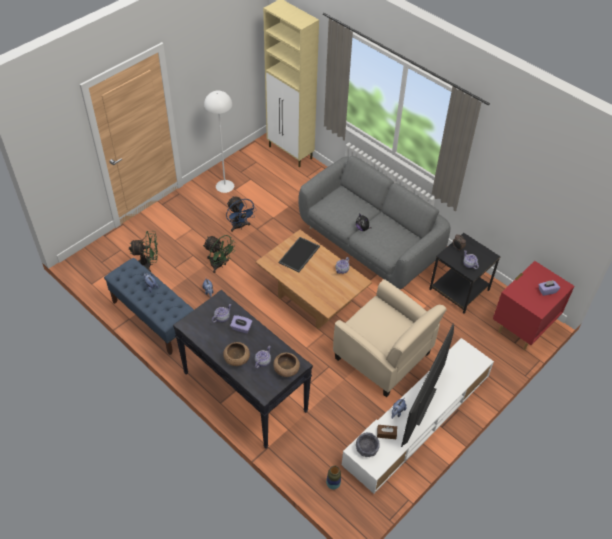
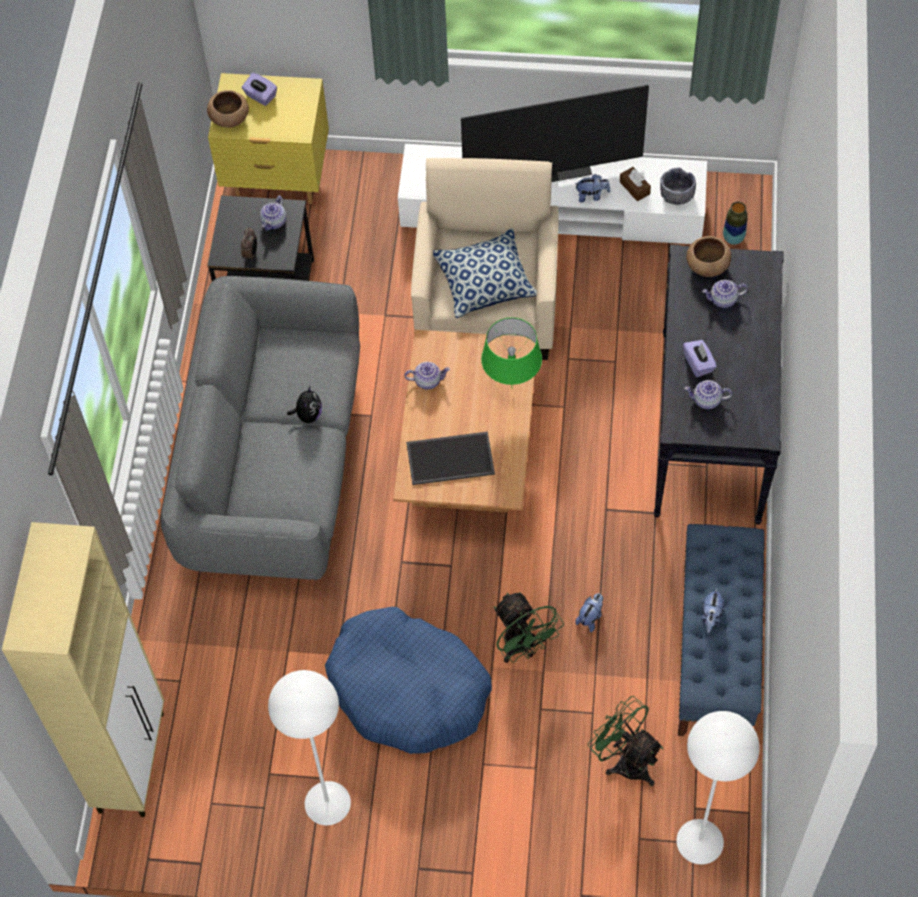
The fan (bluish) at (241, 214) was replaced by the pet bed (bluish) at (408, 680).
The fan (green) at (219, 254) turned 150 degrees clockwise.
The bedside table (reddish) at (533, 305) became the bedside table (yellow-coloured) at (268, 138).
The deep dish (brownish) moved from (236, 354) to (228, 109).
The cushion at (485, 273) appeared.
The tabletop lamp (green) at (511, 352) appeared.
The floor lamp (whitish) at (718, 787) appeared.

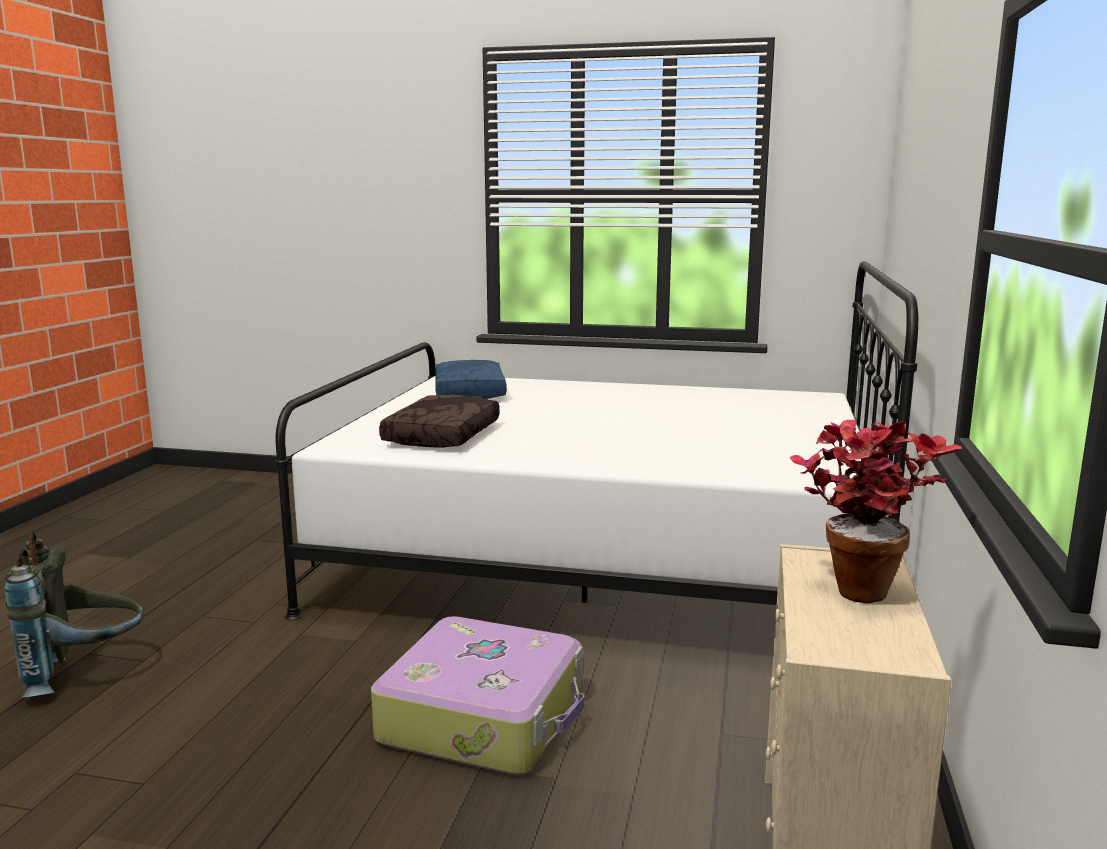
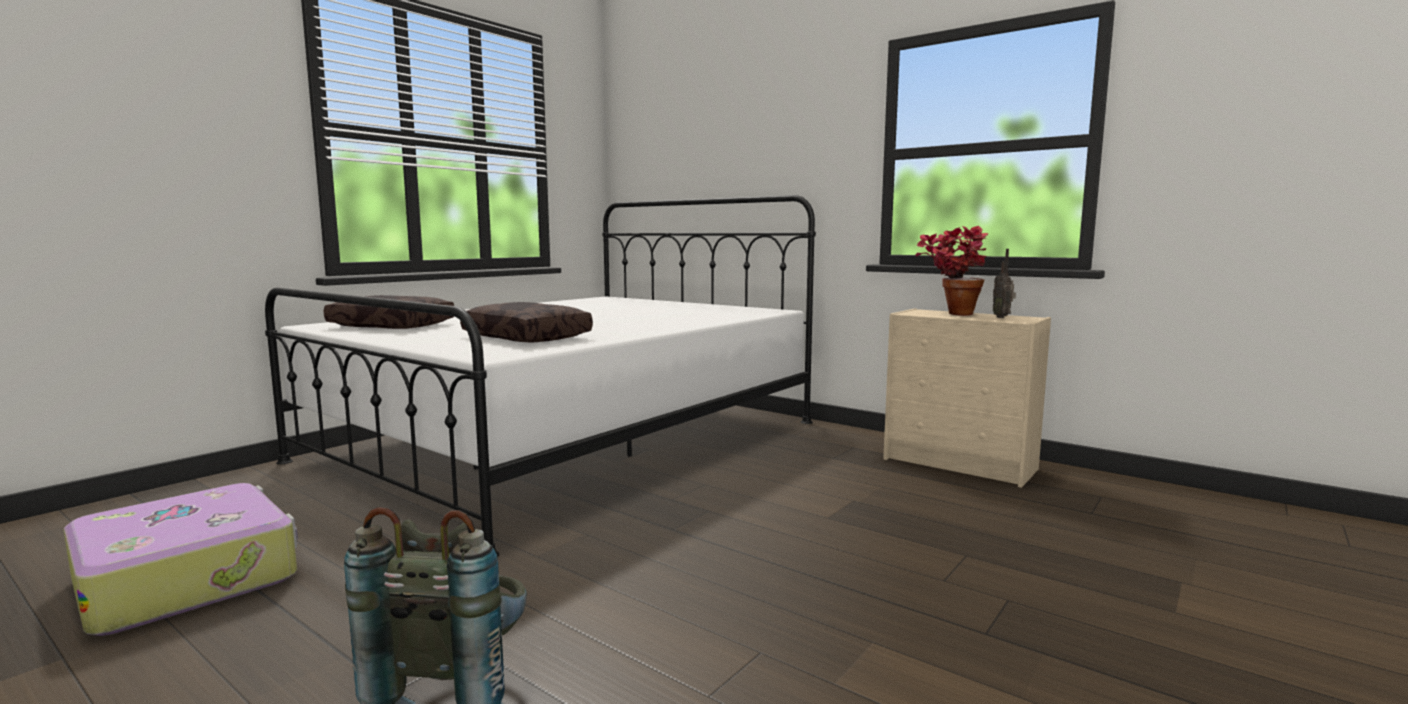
The cushion (bluish) at (471, 379) became the cushion (brownish) at (389, 312).
The suitcase moved from (478, 695) to (181, 559).
The radio at (1004, 283) appeared.

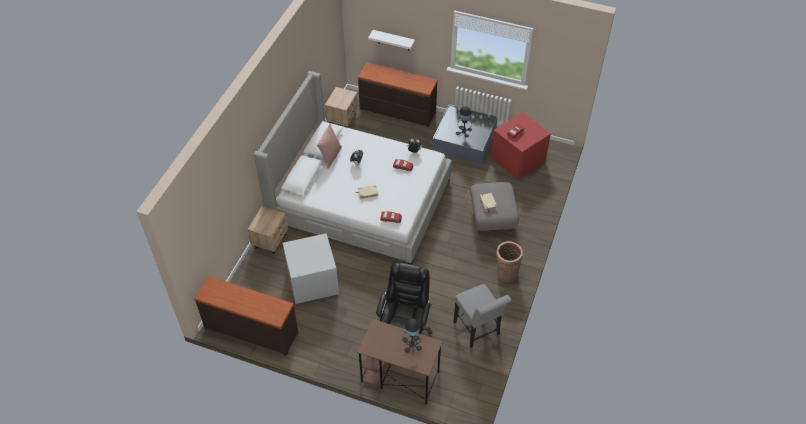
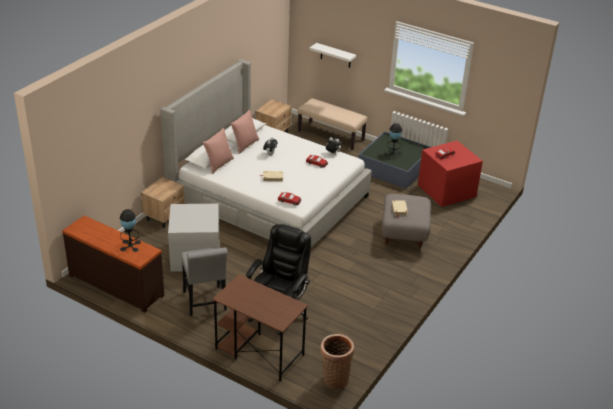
The dresser (brownish) at (398, 95) was replaced by the long seat (beige-coloured) at (332, 124).
The household basket moved from (509, 261) to (337, 361).
The chair (greyish) moved from (482, 316) to (204, 281).
The tabletop lamp (black) moved from (412, 336) to (130, 230).
The cushion (pink) at (218, 151) appeared.

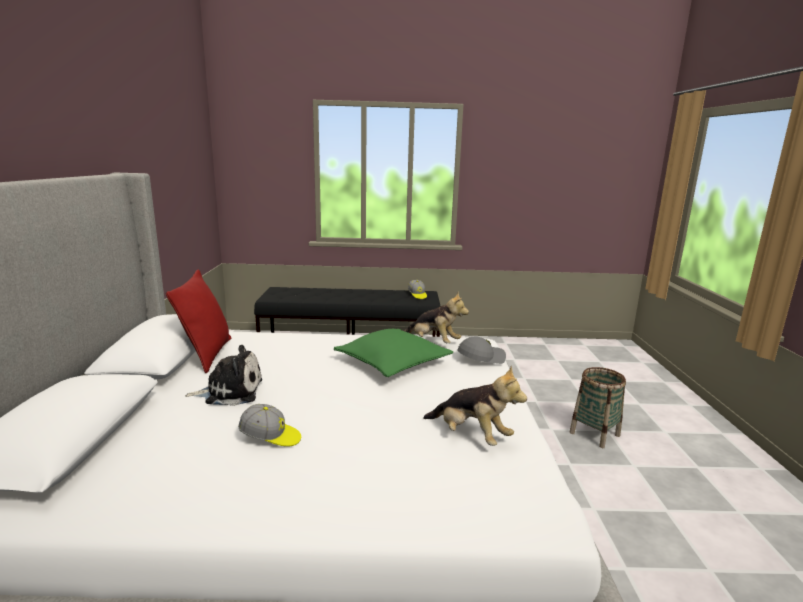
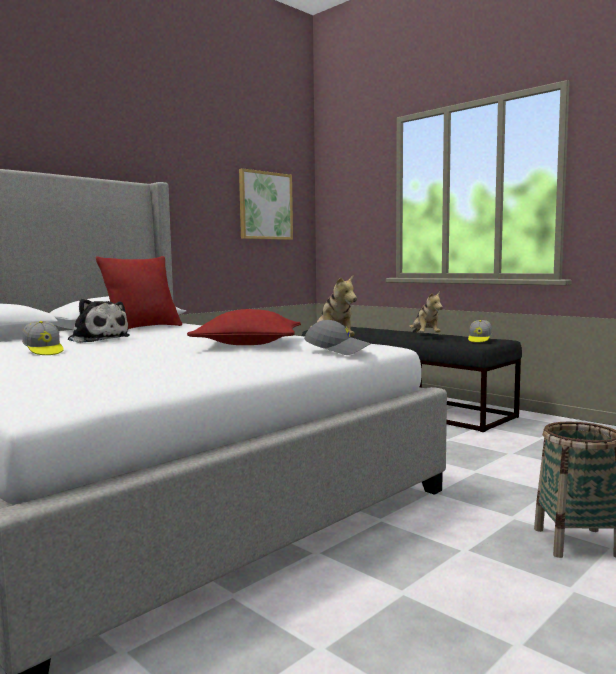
The cushion (green) at (393, 353) became the cushion (reddish) at (244, 327).
The cuddly toy moved from (475, 406) to (426, 312).
The wall picture at (266, 204) appeared.

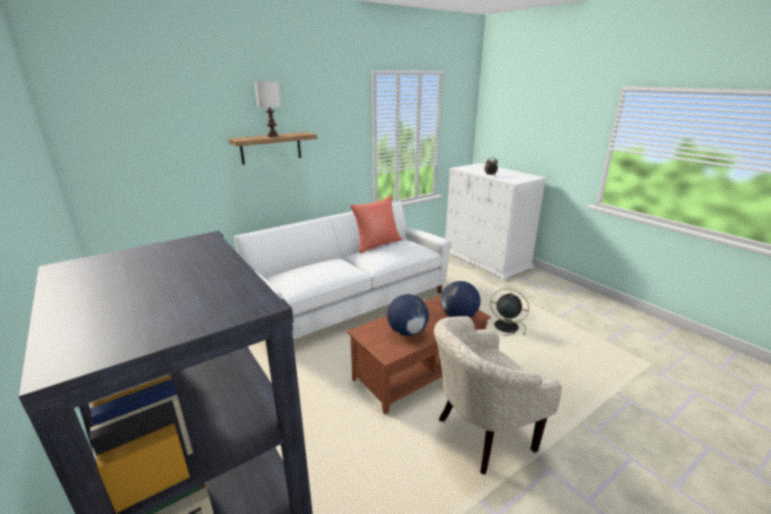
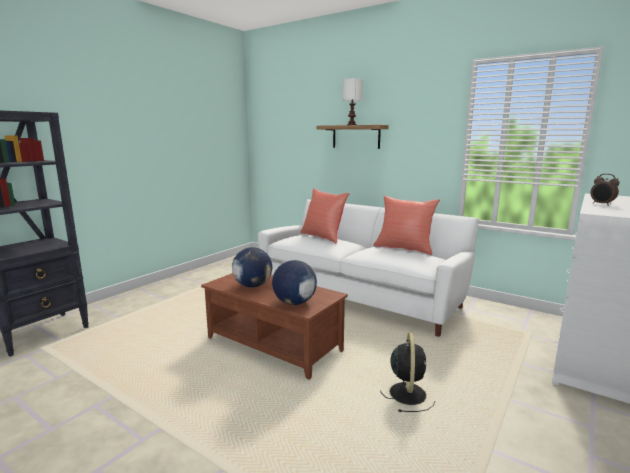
The easy chair (beige-coloured) at (498, 395) disappeared.
The cushion (reddish) at (325, 215) appeared.

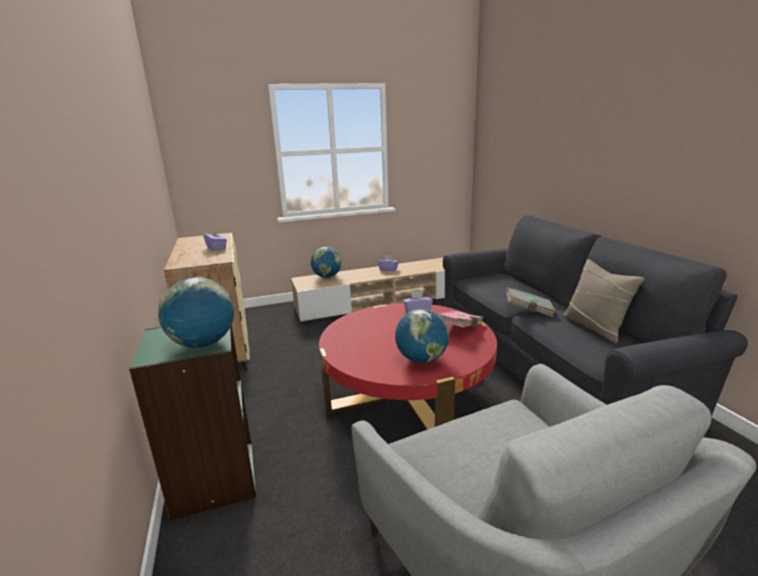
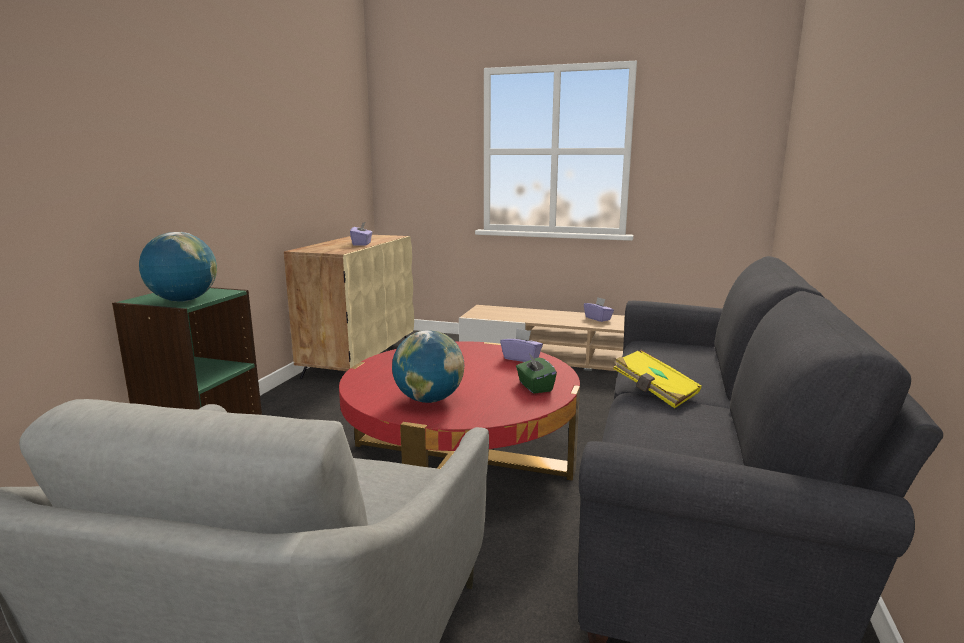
The globe at (326, 262) disappeared.
The cushion (beige-coloured) at (604, 301) disappeared.
The volume (greyish) at (531, 302) became the volume (yellow-coloured) at (657, 379).
The volume (pink) at (460, 319) was replaced by the tissue holder (green) at (536, 374).

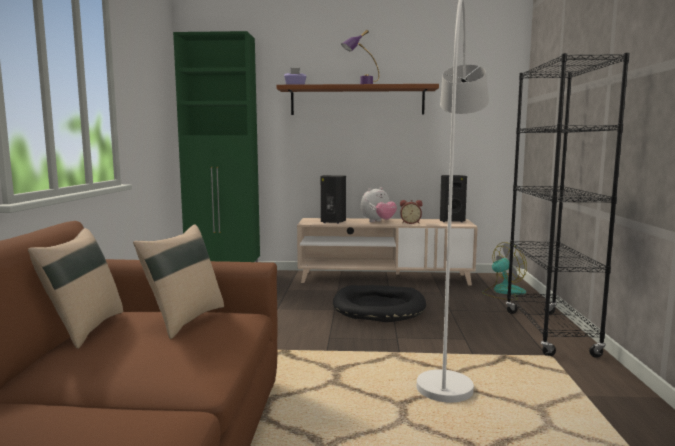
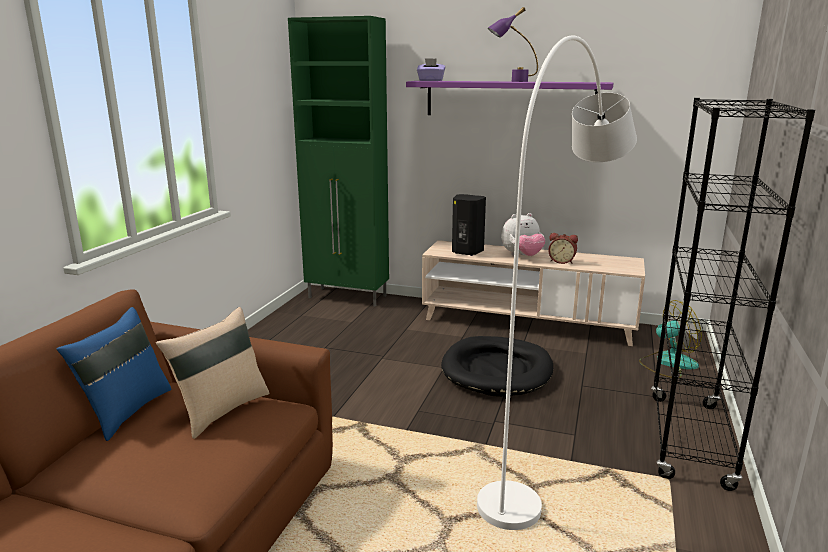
The wall shelf (brownish) at (358, 99) became the wall shelf (purple-coloured) at (509, 98).
The speaker (black) at (453, 198) disappeared.
The cushion (beige-coloured) at (75, 288) became the cushion (bluish) at (114, 374).

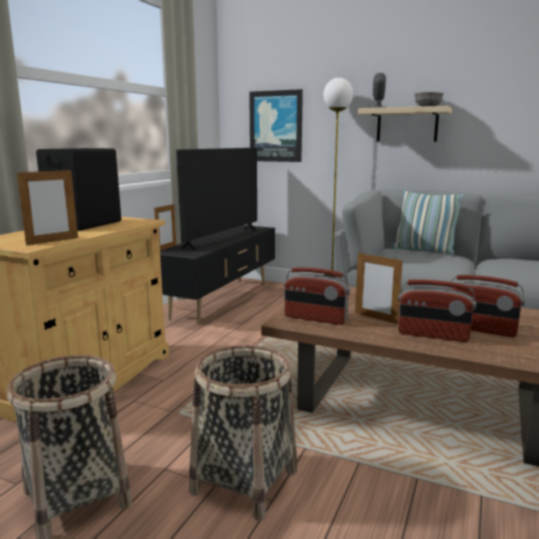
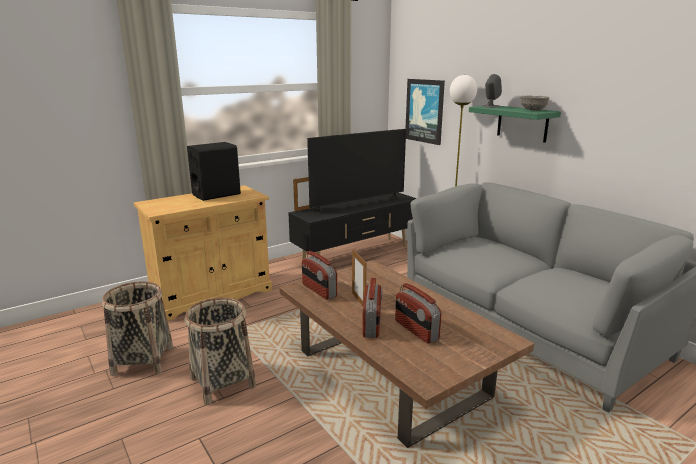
The wall shelf (beige-coloured) at (405, 124) became the wall shelf (green) at (515, 124).
The standing frame at (47, 207) disappeared.
The cushion at (428, 222) disappeared.
The radio at (437, 311) turned 135 degrees counterclockwise.

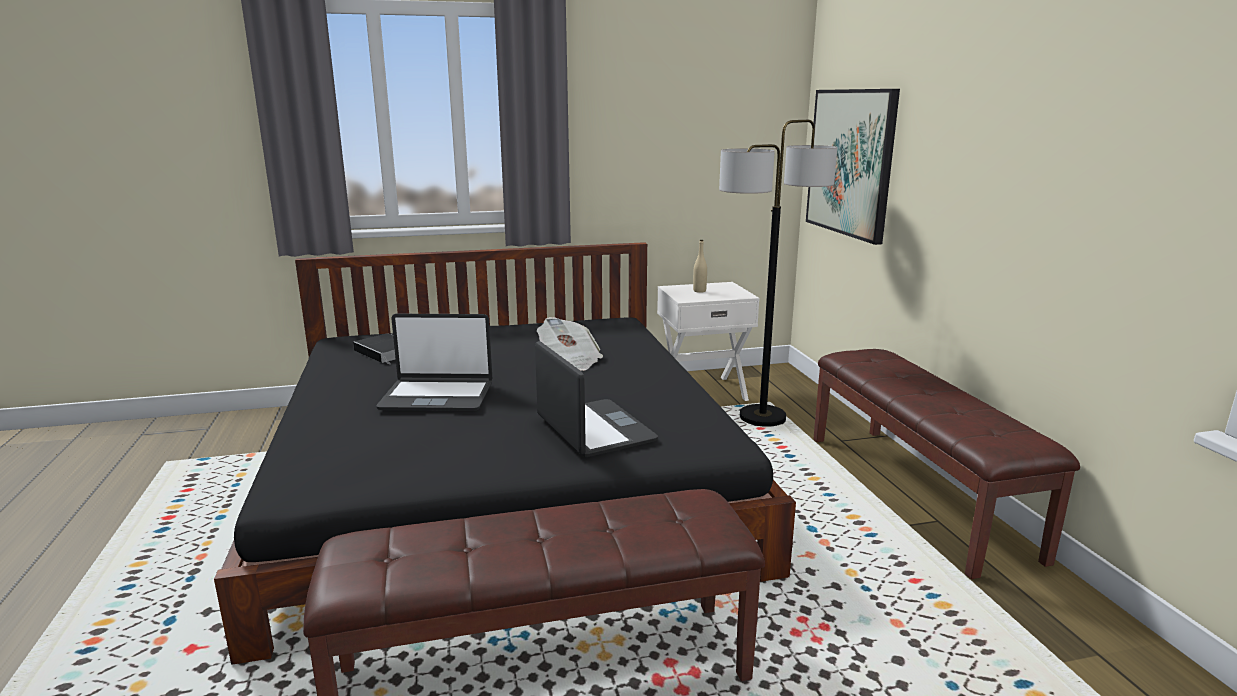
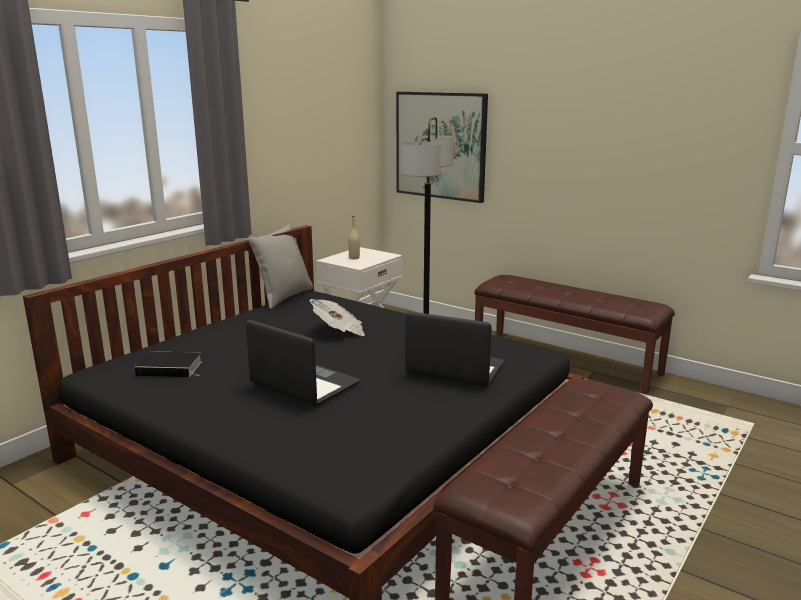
The laptop at (434, 362) turned 105 degrees counterclockwise.
The cushion (greyish) at (280, 266) appeared.

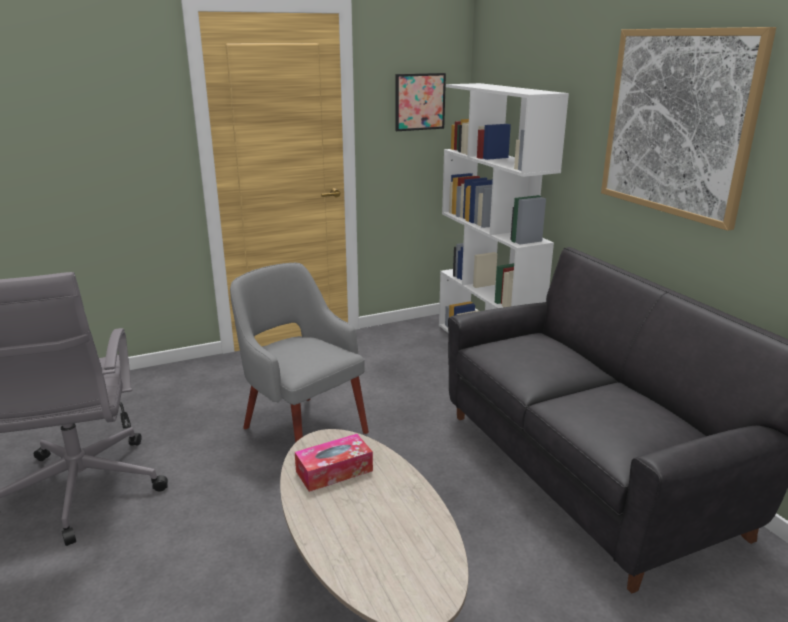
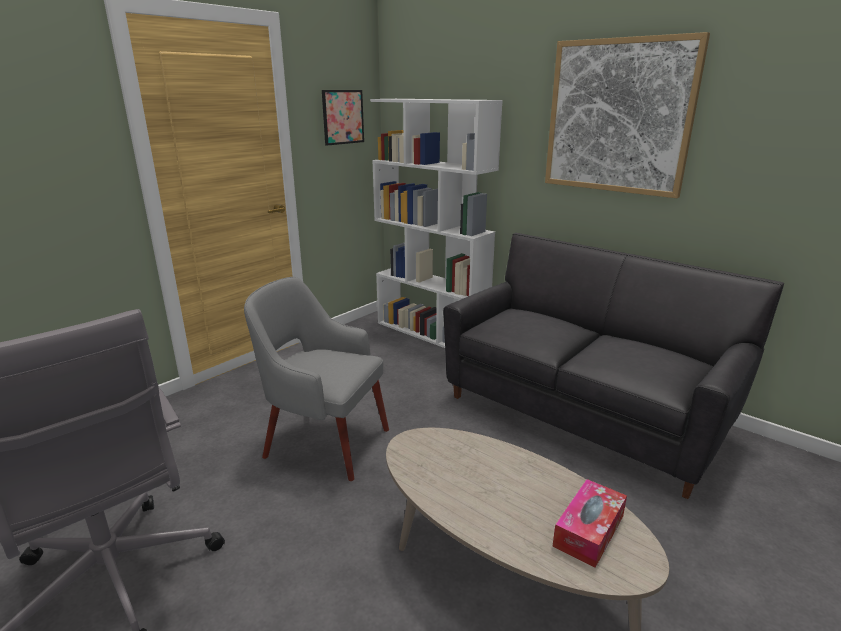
The tissue holder moved from (334, 463) to (589, 523).

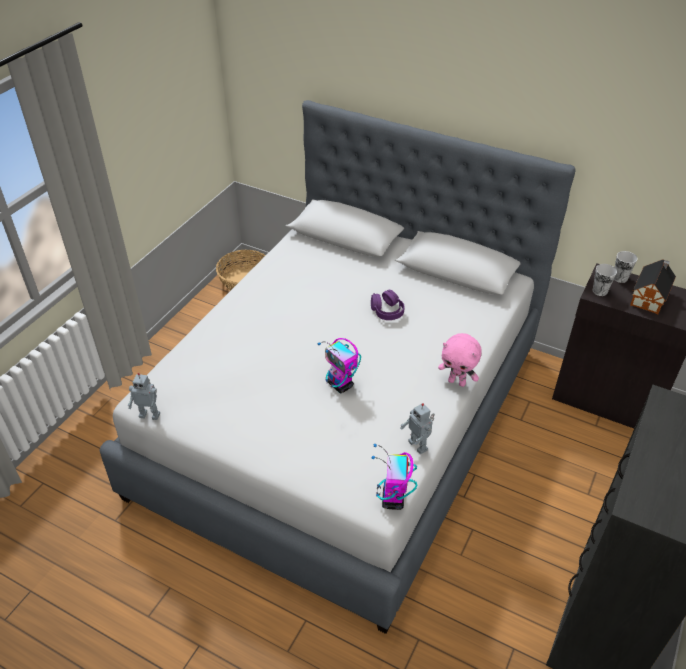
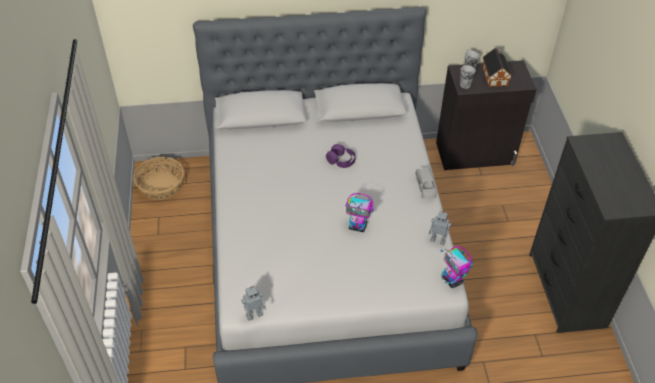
The cuddly toy (pink) at (460, 360) was replaced by the toy car (greyish) at (426, 183).

